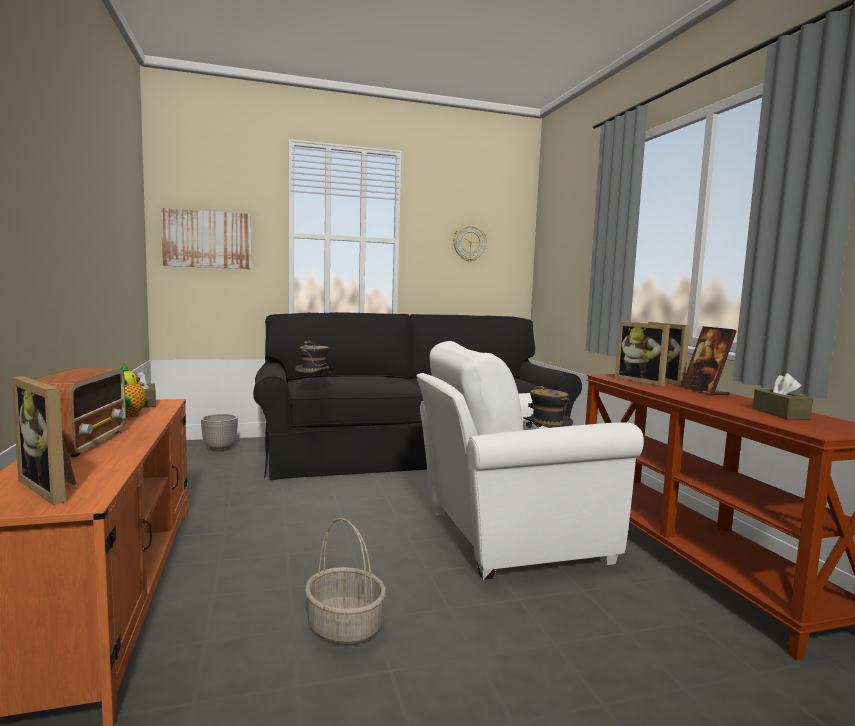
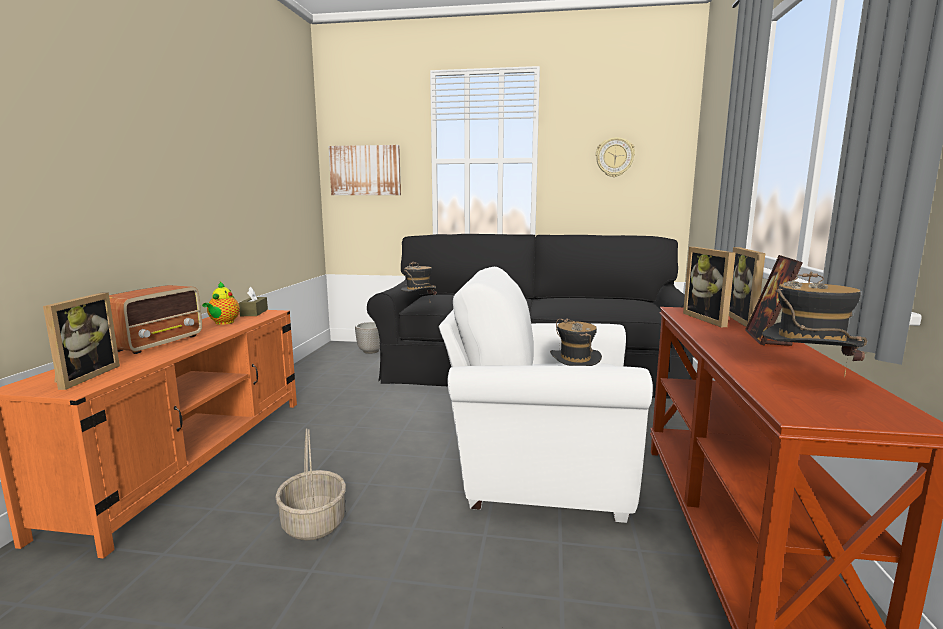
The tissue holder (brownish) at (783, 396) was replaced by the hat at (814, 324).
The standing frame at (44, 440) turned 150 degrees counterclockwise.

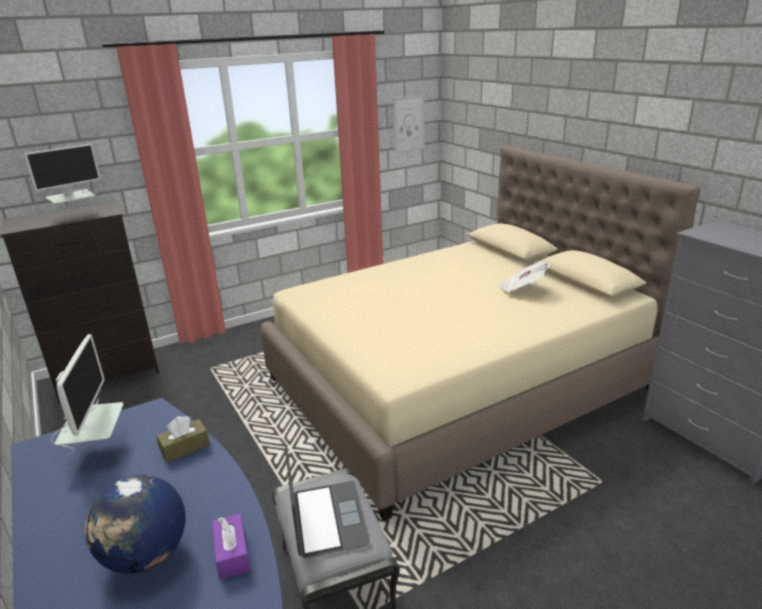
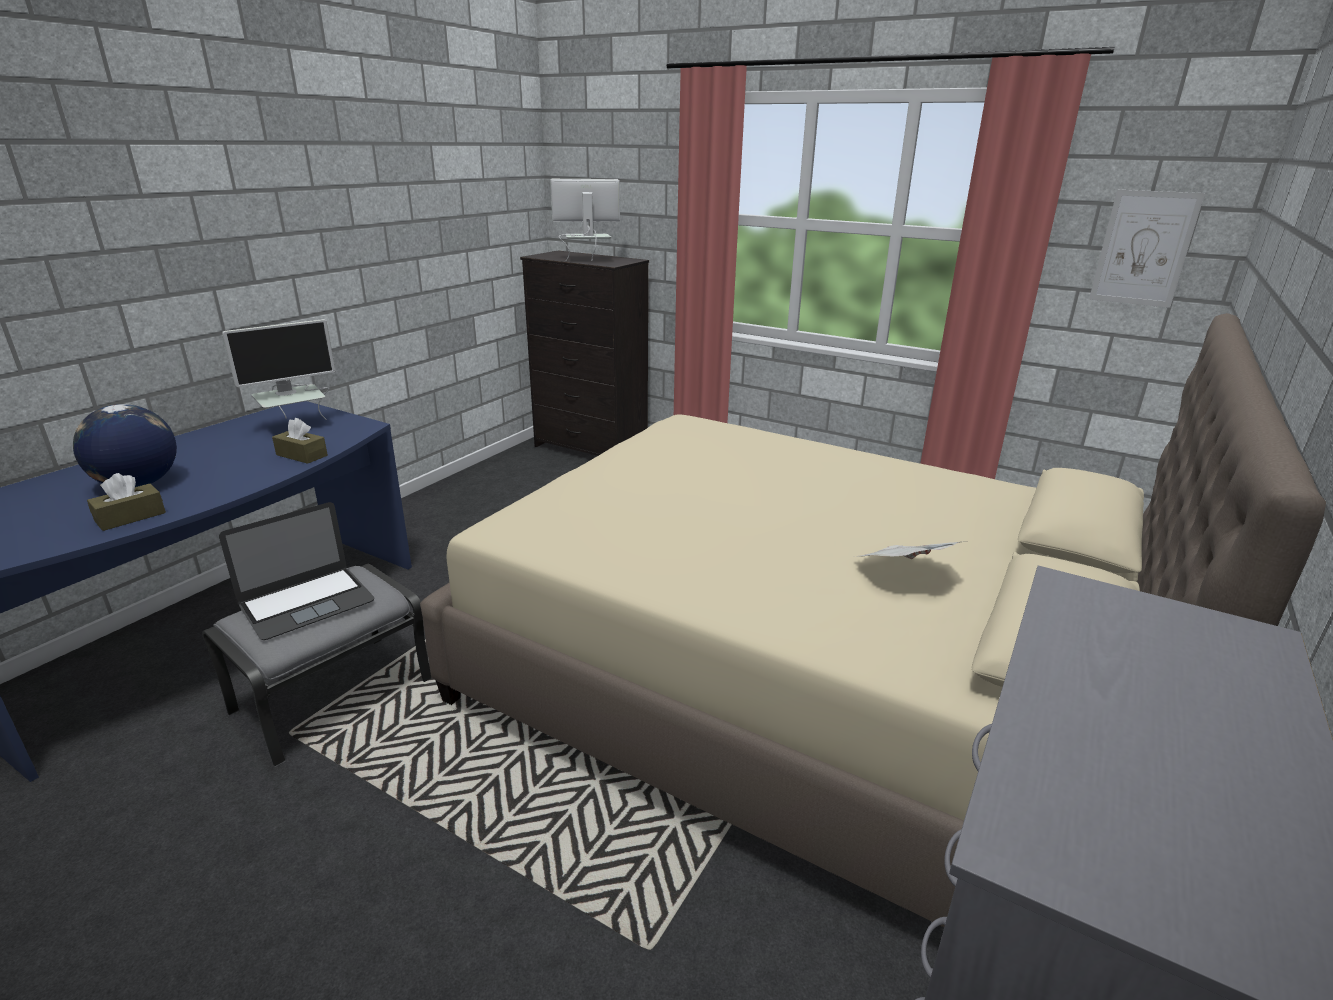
The computer screen at (62, 178) turned 150 degrees clockwise.
The tissue holder (purple-coloured) at (231, 547) became the tissue holder (brownish) at (126, 502).

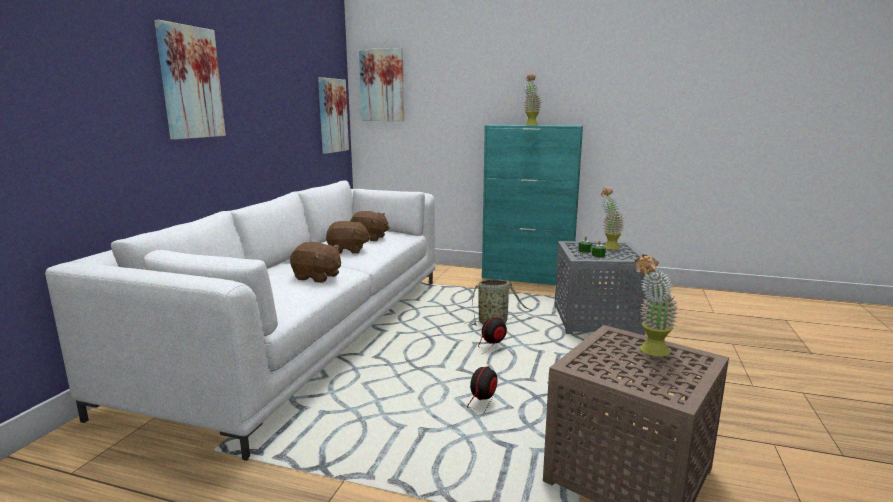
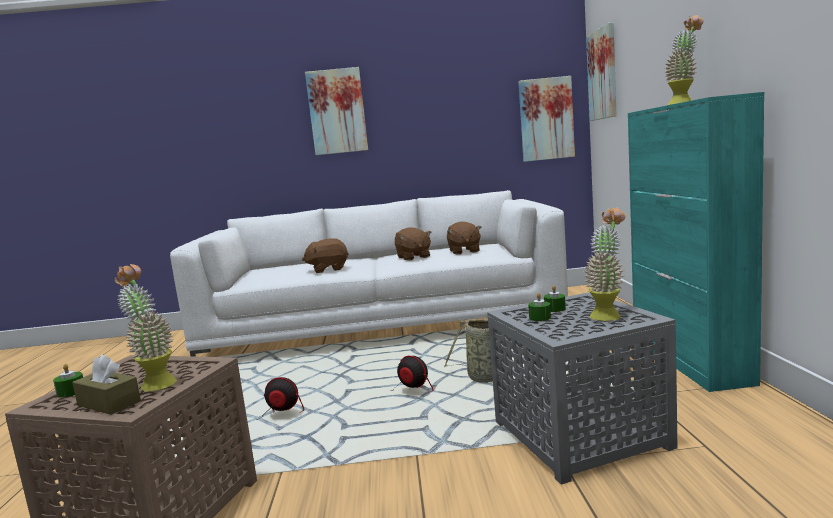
The cuddly toy (brownish) at (315, 262) turned 75 degrees clockwise.
The tissue holder (brownish) at (106, 385) appeared.
The wax light (green) at (68, 381) appeared.

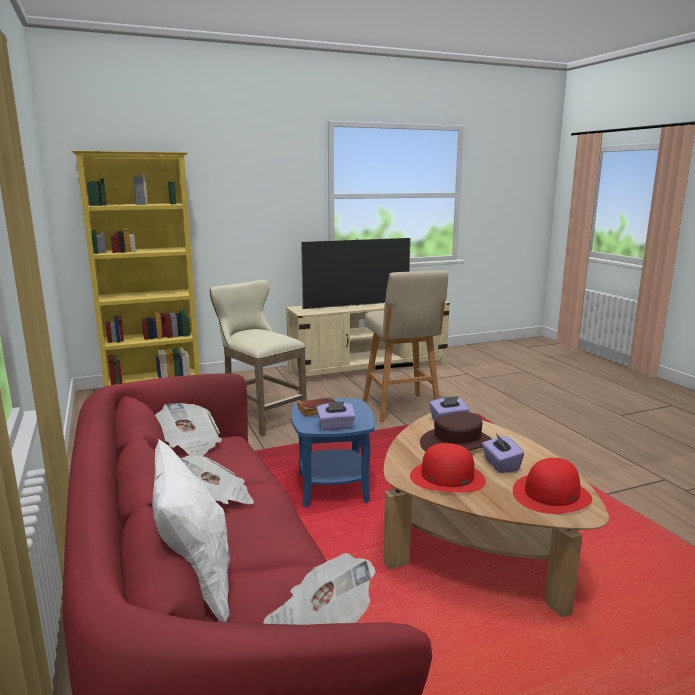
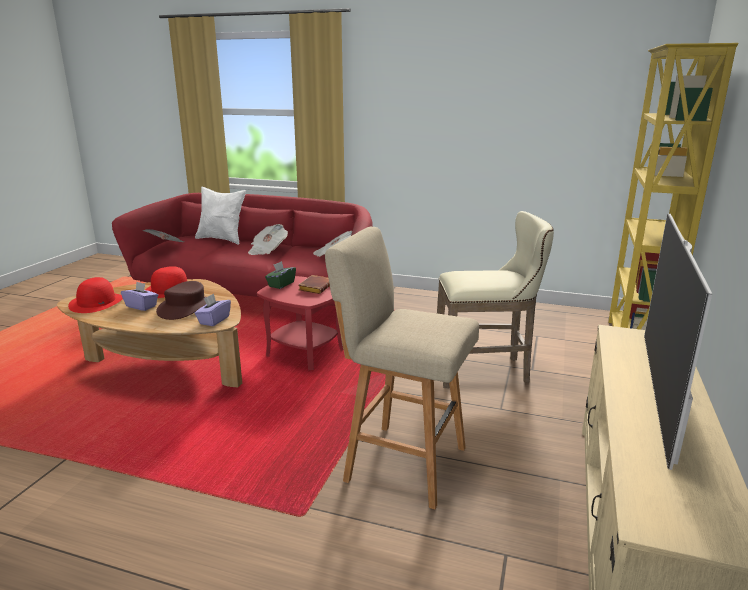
The side table (bluish) at (333, 453) became the side table (reddish) at (300, 323).
The tissue holder (purple-coloured) at (336, 416) became the tissue holder (green) at (280, 275).

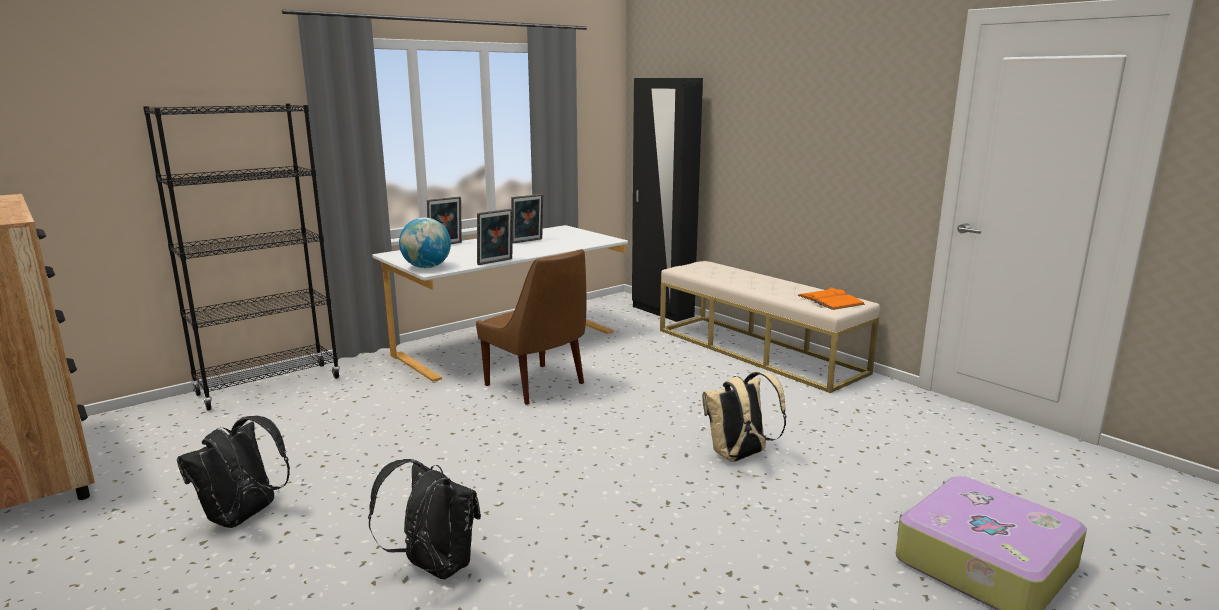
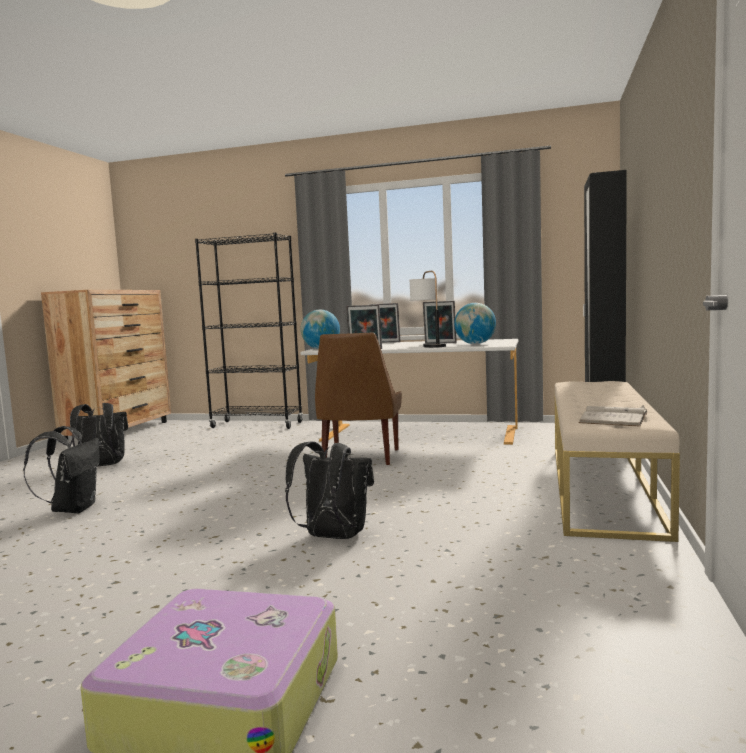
The volume (orangey) at (831, 298) became the volume (whitish) at (613, 416).
The backpack (beige-coloured) at (744, 416) became the backpack (black) at (329, 490).
The tabletop lamp at (428, 309) appeared.
The globe at (475, 323) appeared.

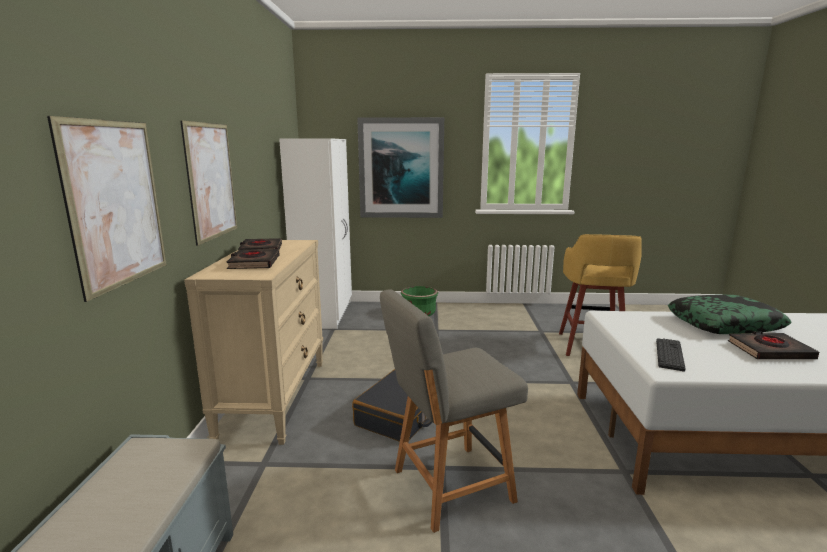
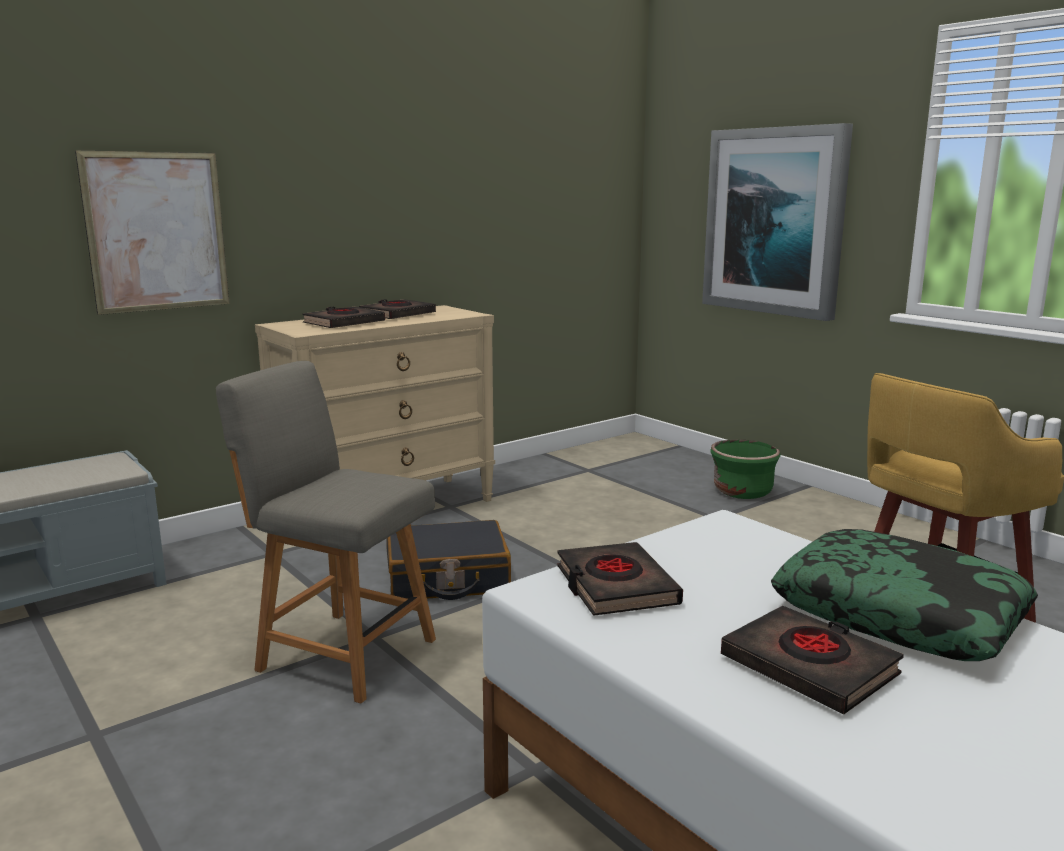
The wall picture at (208, 183) disappeared.
The clothes cupboard (whitish) at (315, 233) disappeared.
The keyboard at (671, 355) was replaced by the volume (black) at (620, 579).

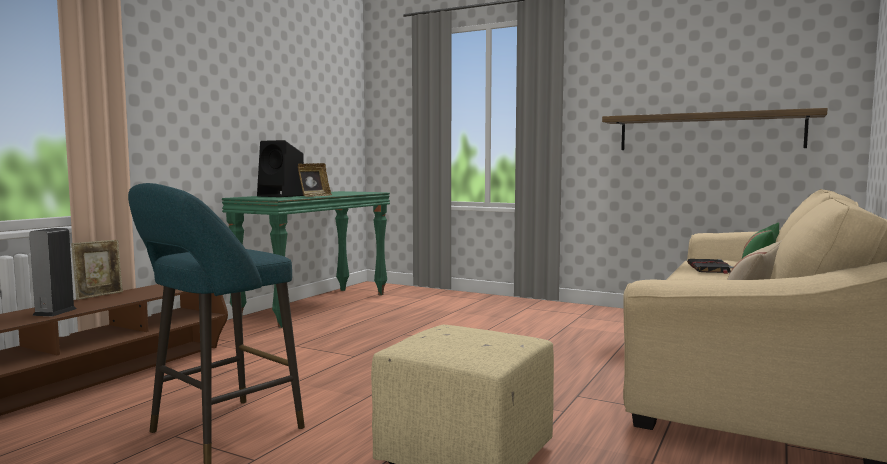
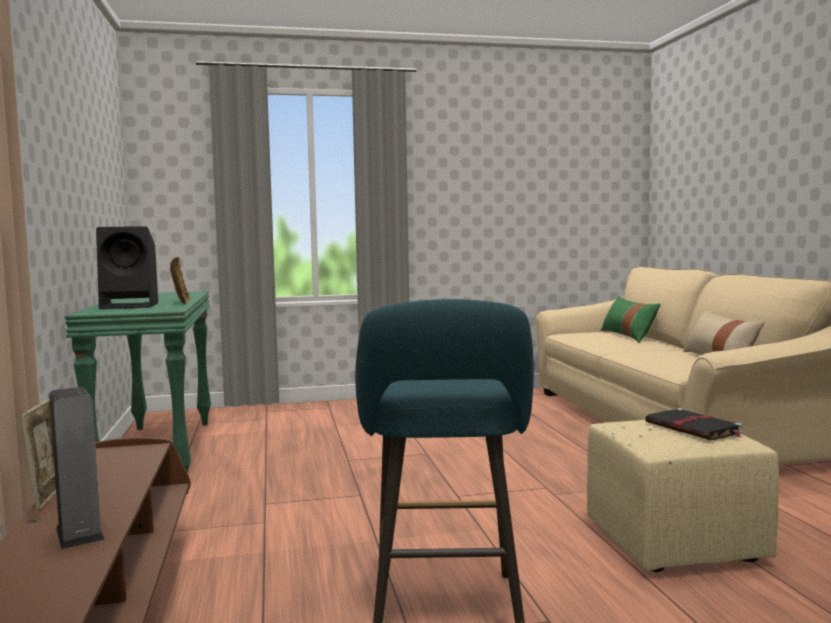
The wall shelf at (715, 129) disappeared.
The volume (black) moved from (710, 266) to (694, 424).

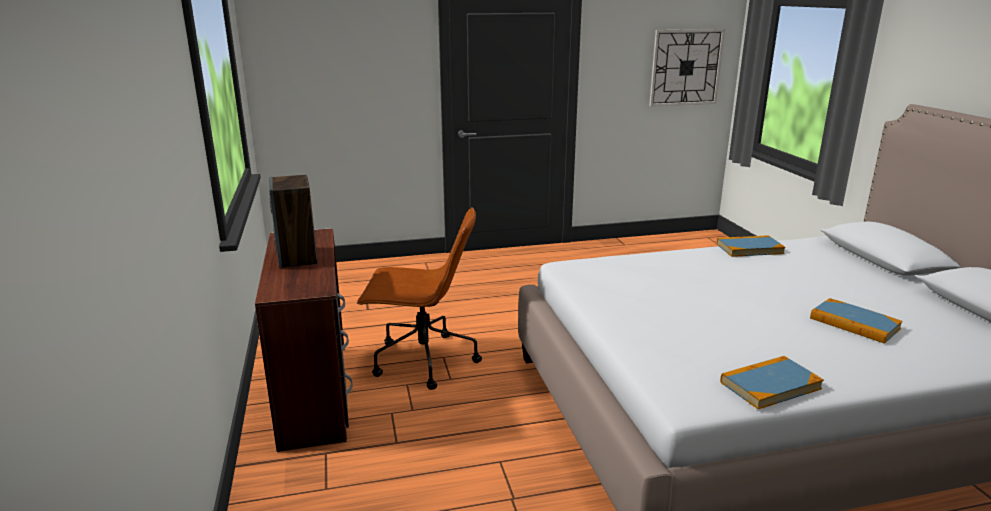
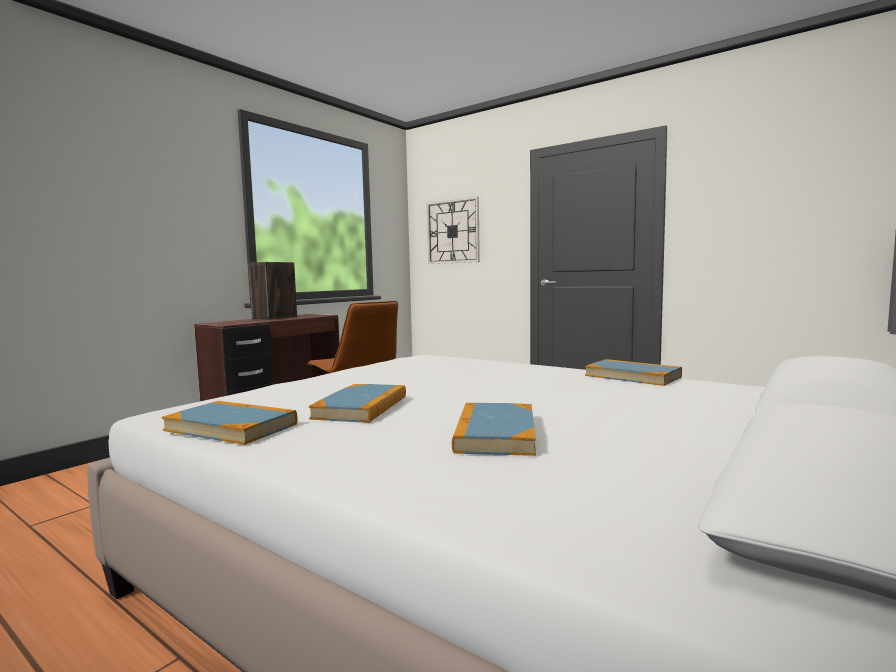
The clock on the wall moved from (687, 68) to (453, 230).
The volume at (357, 403) appeared.

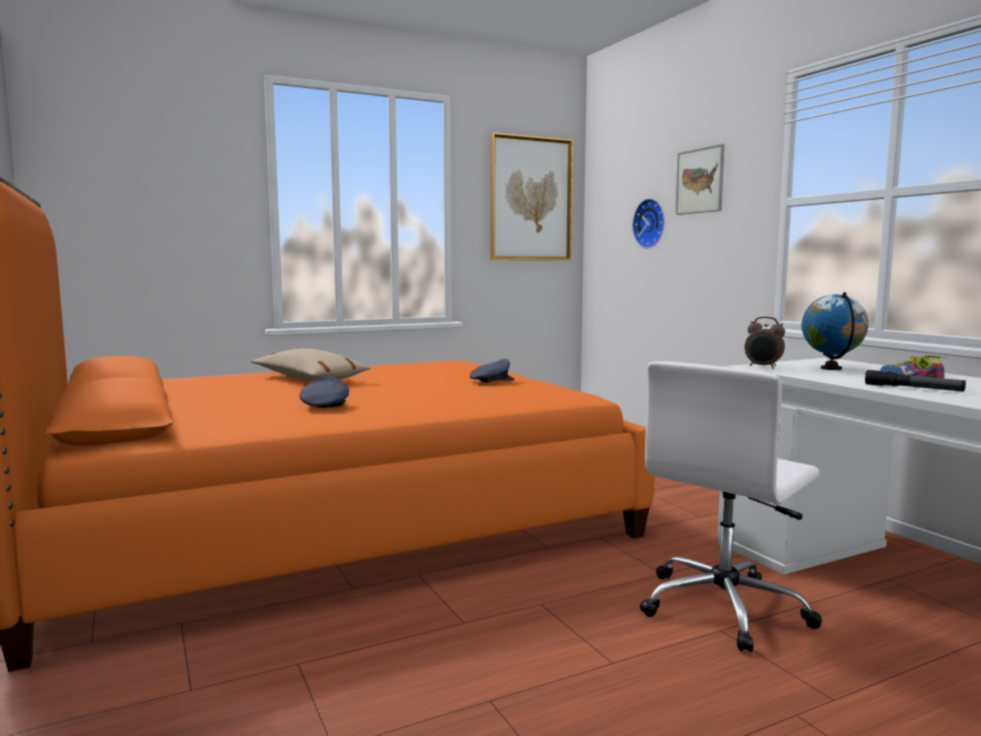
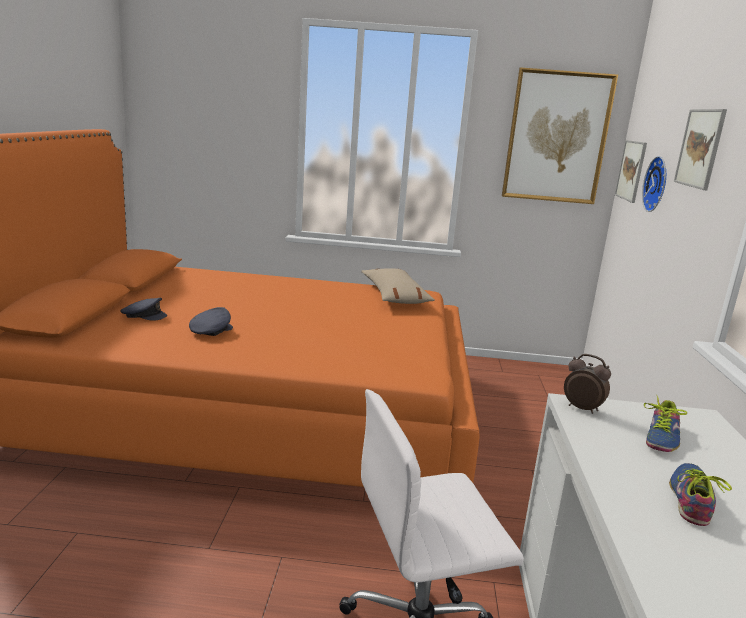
The globe at (835, 331) was replaced by the shoe at (665, 423).
The bedside clock at (765, 343) turned 150 degrees clockwise.
The cushion (beige-coloured) moved from (311, 364) to (398, 286).
The peaked cap (greyish) moved from (492, 370) to (143, 309).
The flashlight at (915, 381) disappeared.
The wall picture at (631, 171) appeared.

